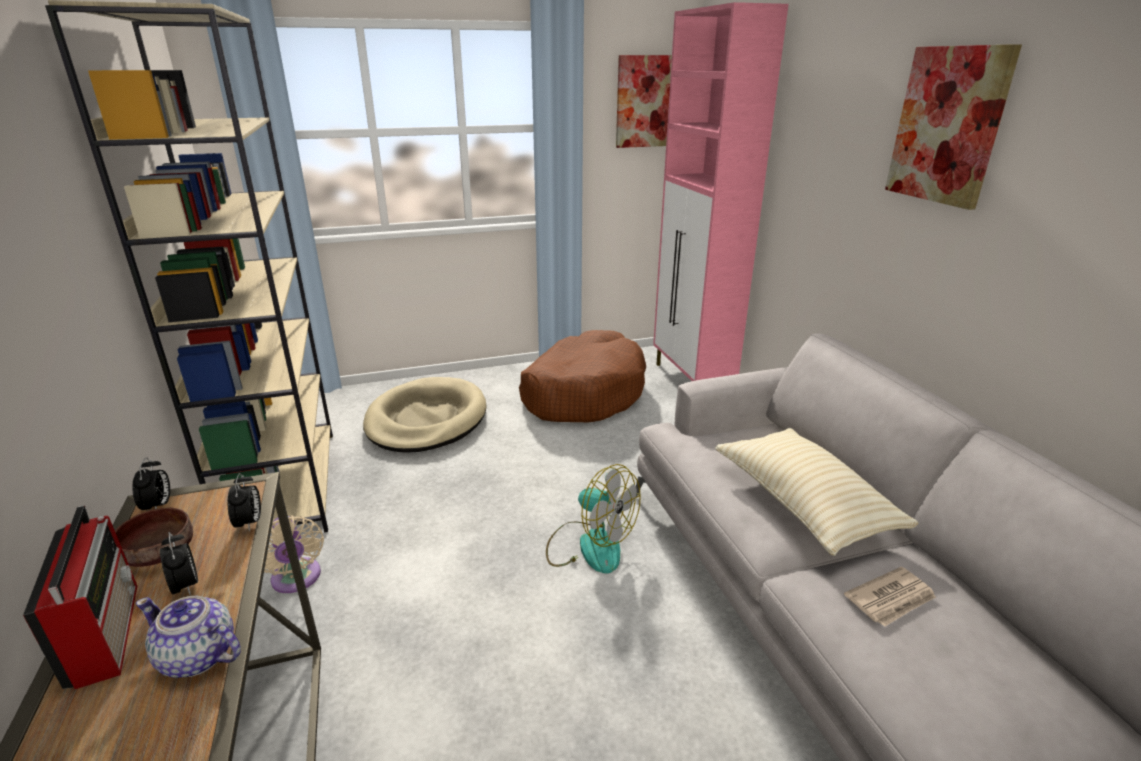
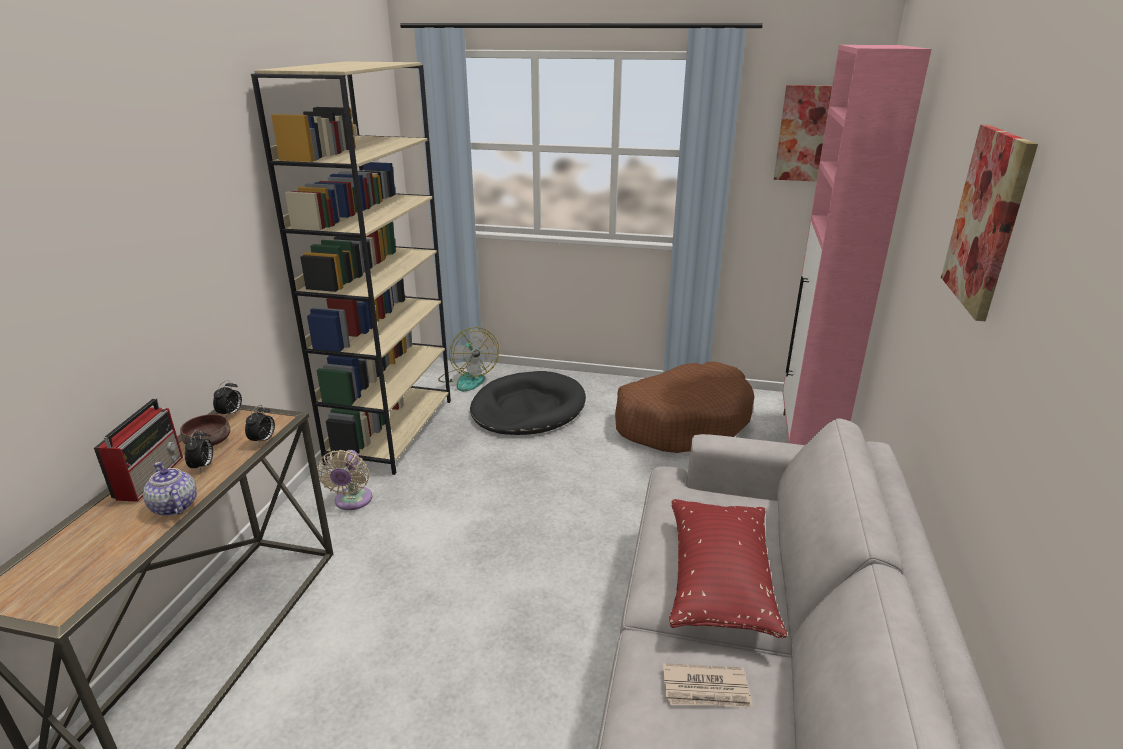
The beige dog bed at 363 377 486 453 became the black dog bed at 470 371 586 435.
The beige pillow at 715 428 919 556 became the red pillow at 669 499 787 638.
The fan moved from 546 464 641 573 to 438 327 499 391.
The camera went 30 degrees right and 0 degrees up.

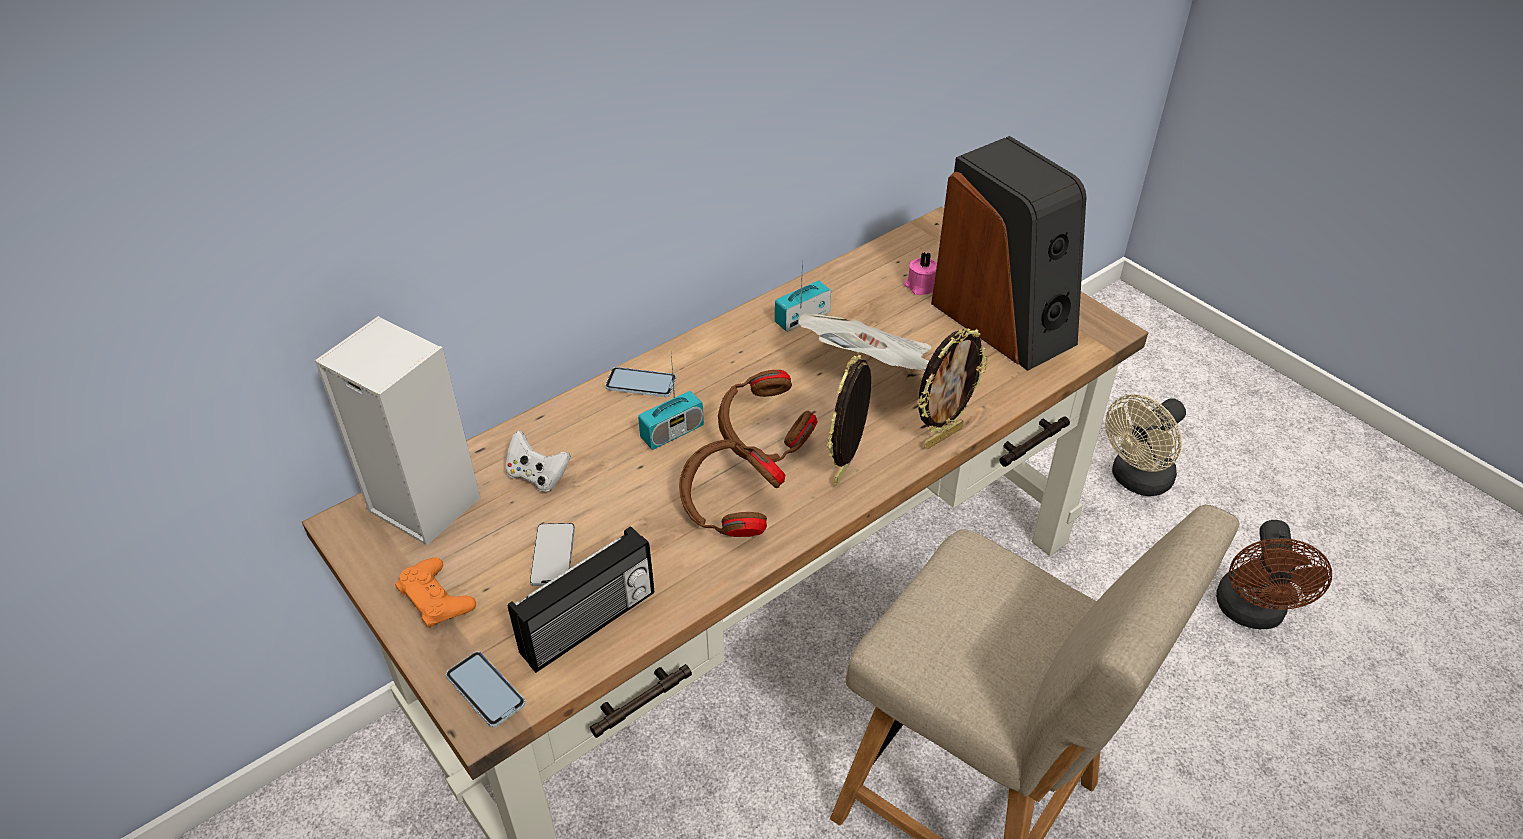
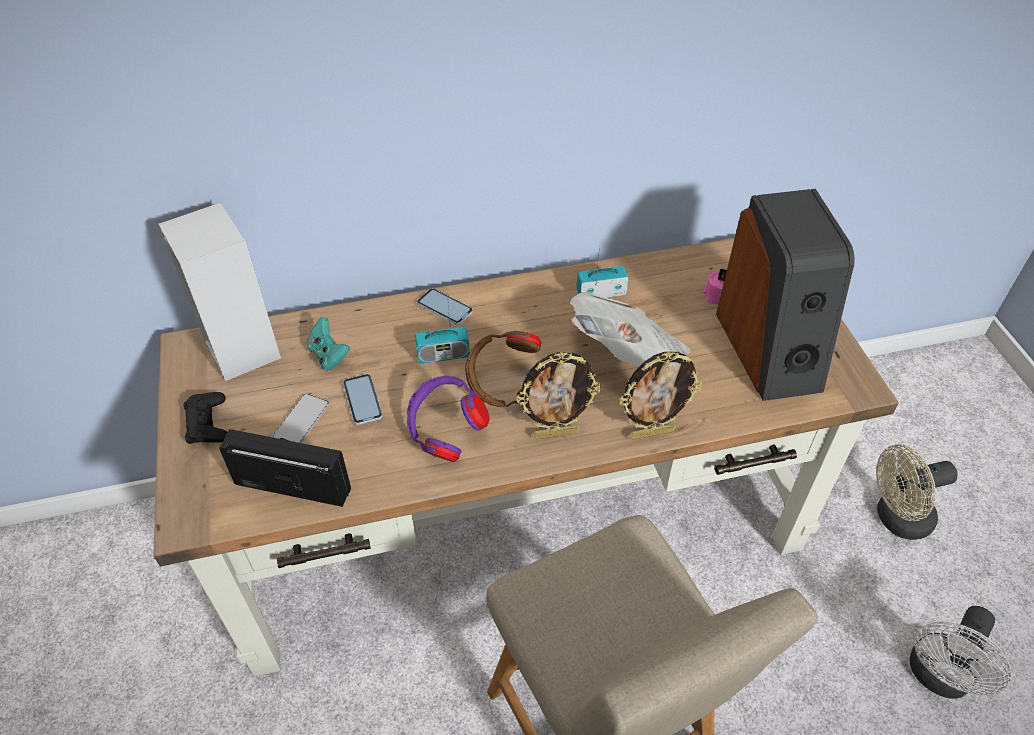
The picture frame at 827 355 871 486 turned 150 degrees counterclockwise.
The white game controller at 506 431 571 492 became the turquoise game controller at 307 317 350 370.
The brown headphones at 679 440 786 537 became the purple headphones at 407 376 490 462.
The brown fan at 1216 520 1332 629 became the white fan at 910 606 1011 699.
The radio at 508 526 654 673 turned 150 degrees counterclockwise.
The orange game controller at 395 557 476 628 became the black game controller at 184 392 227 444.
The phone moved from 446 651 525 727 to 343 374 383 425.
The camera went 25 degrees right and 5 degrees up.

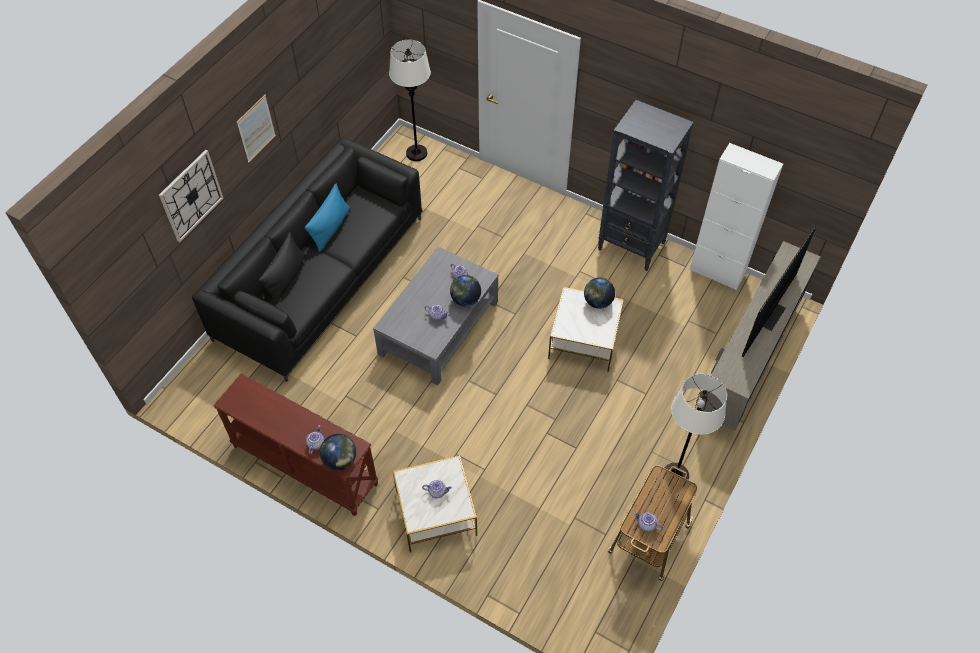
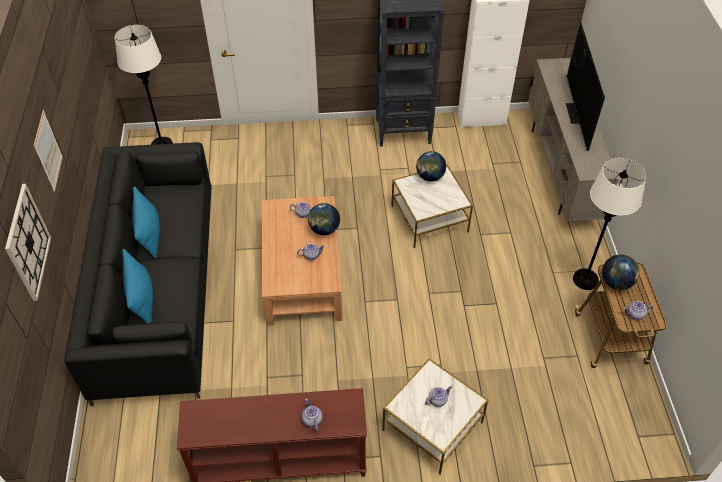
The black pillow at 259 232 306 304 became the blue pillow at 122 249 153 323.
The grey coffee table at 373 247 498 385 became the brown coffee table at 262 196 342 326.
The globe moved from 320 434 356 470 to 602 255 639 290.
The camera went 35 degrees left and 5 degrees down.

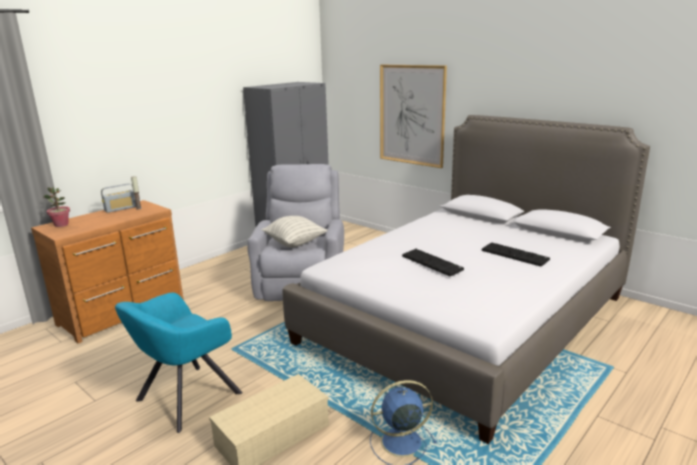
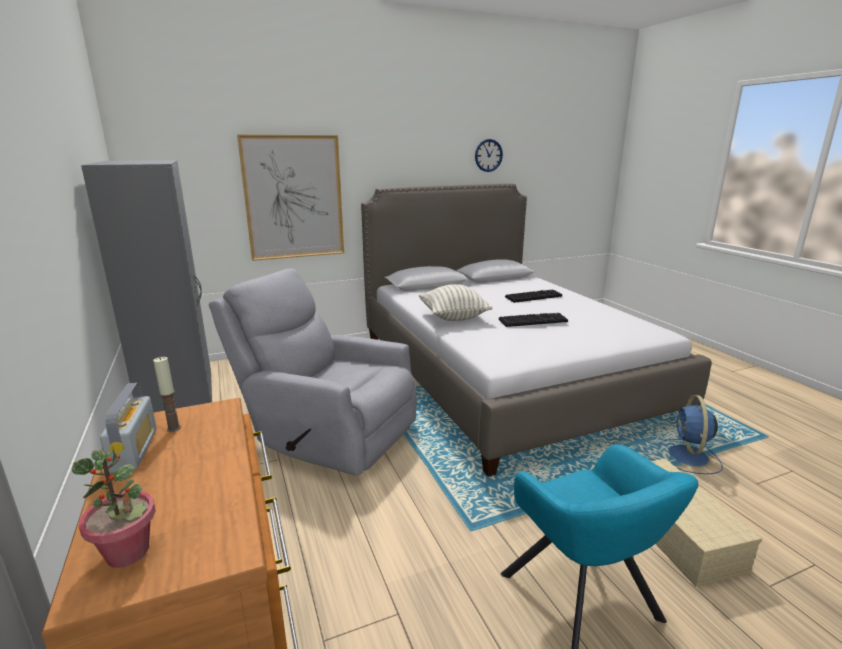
The pillow moved from 261 216 328 247 to 419 284 492 321.
The wall clock at 475 139 503 172 appeared.
The camera went 65 degrees left and 0 degrees up.

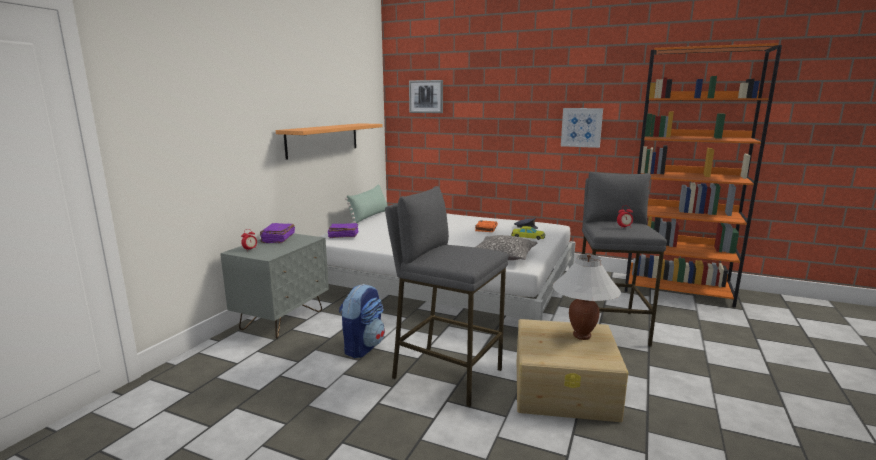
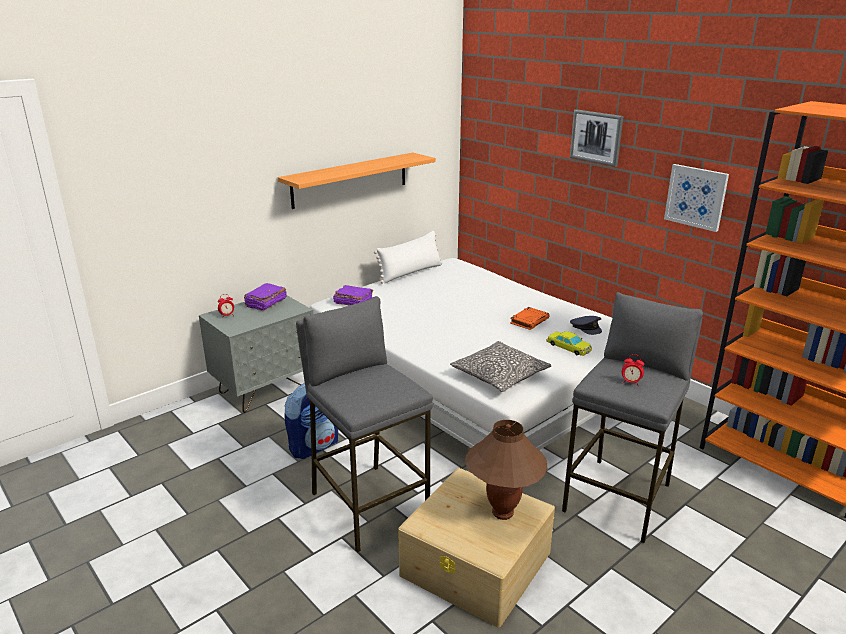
The picture moved from 409 80 443 113 to 570 109 623 167.
The green pillow at 345 184 388 223 became the white pillow at 374 231 442 283.
The white table lamp at 553 254 621 340 became the brown table lamp at 465 420 548 520.
The camera went 25 degrees right and 10 degrees up.

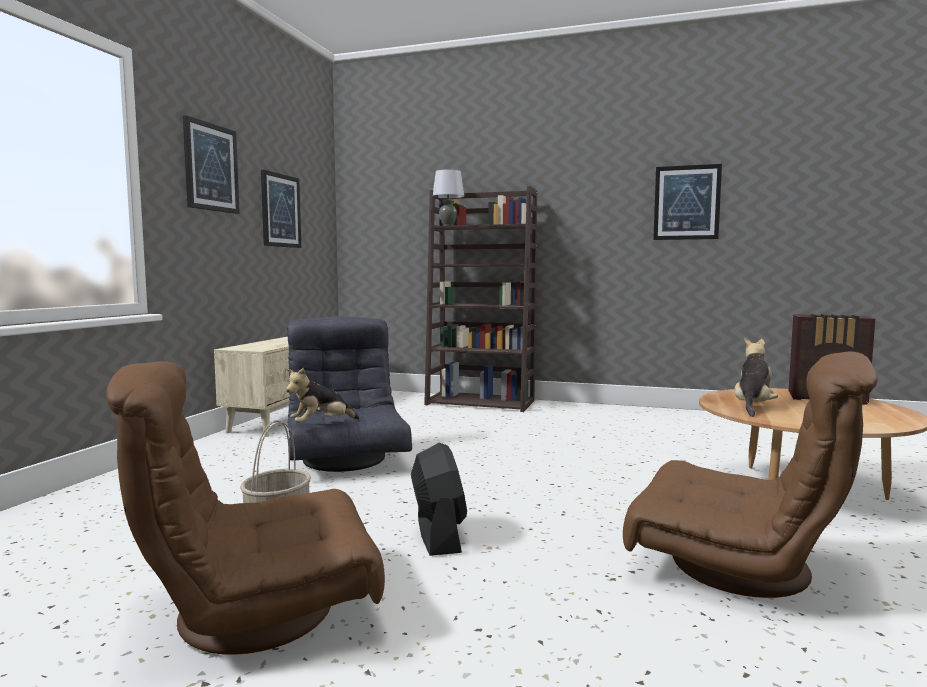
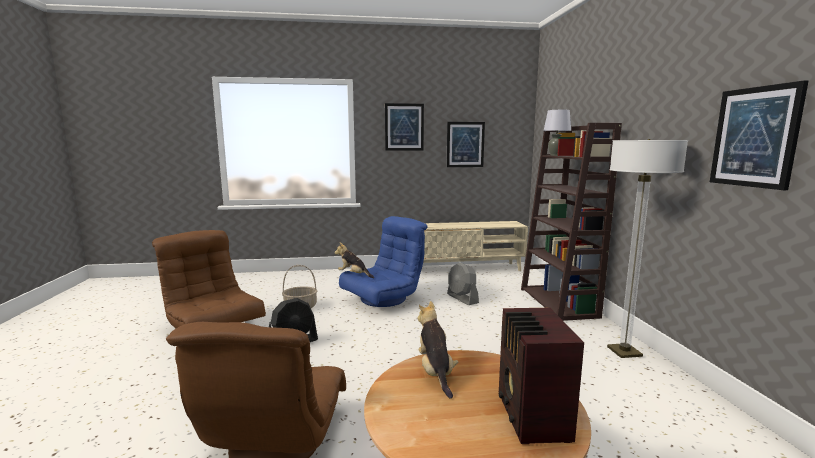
The grey armchair at 286 316 412 472 became the blue armchair at 339 216 428 307.
The plush toy at 735 337 778 417 turned 105 degrees counterclockwise.
The floor lamp at 607 139 688 358 appeared.
The grey fan at 447 262 479 305 appeared.
The camera went 65 degrees right and 5 degrees up.

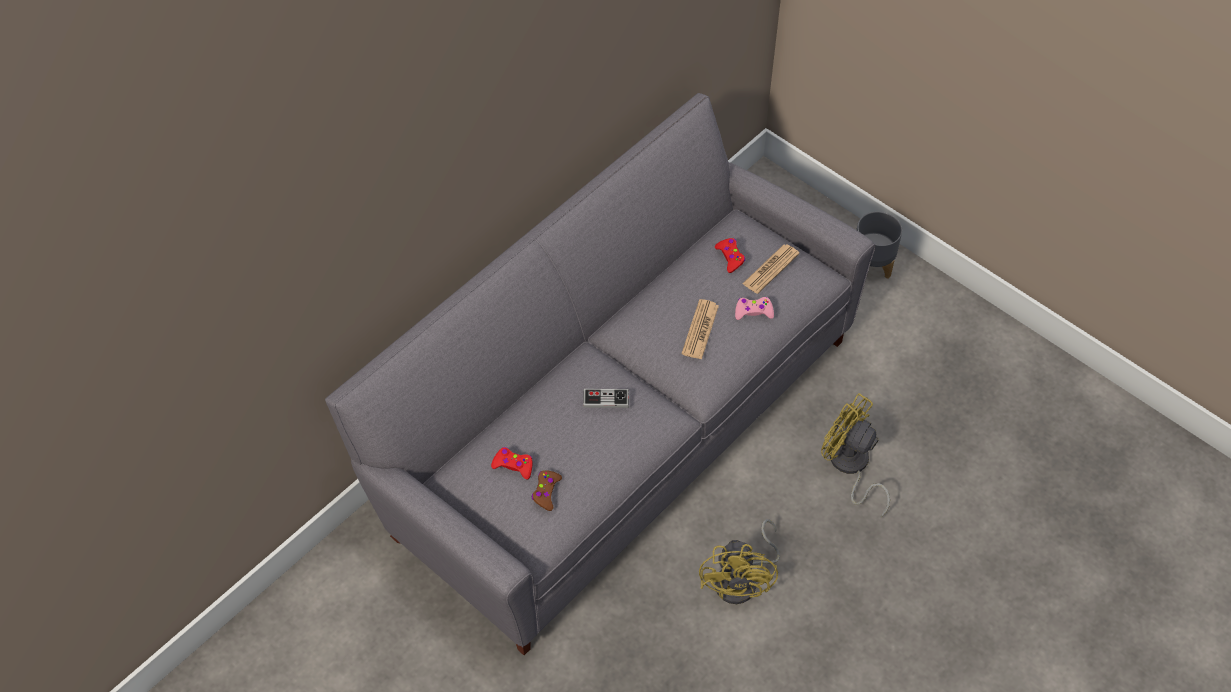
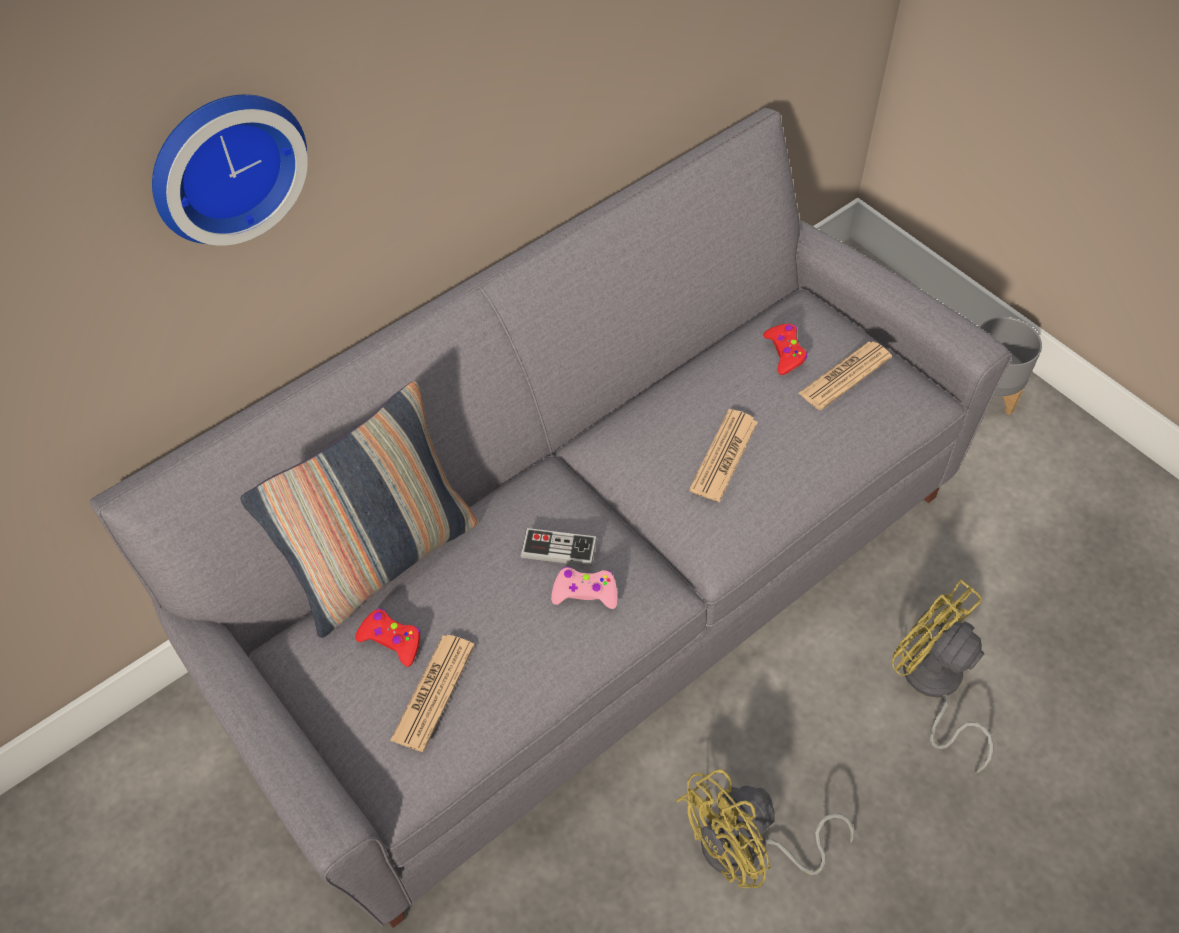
The pink game controller moved from 735 297 774 320 to 551 567 617 609.
The brown game controller at 532 470 562 511 was replaced by the newspaper at 390 635 475 752.
The yellow fan at 699 519 780 604 turned 45 degrees clockwise.
The wall clock at 152 94 308 246 appeared.
The pillow at 240 381 477 638 appeared.
The camera went 10 degrees right and 0 degrees up.

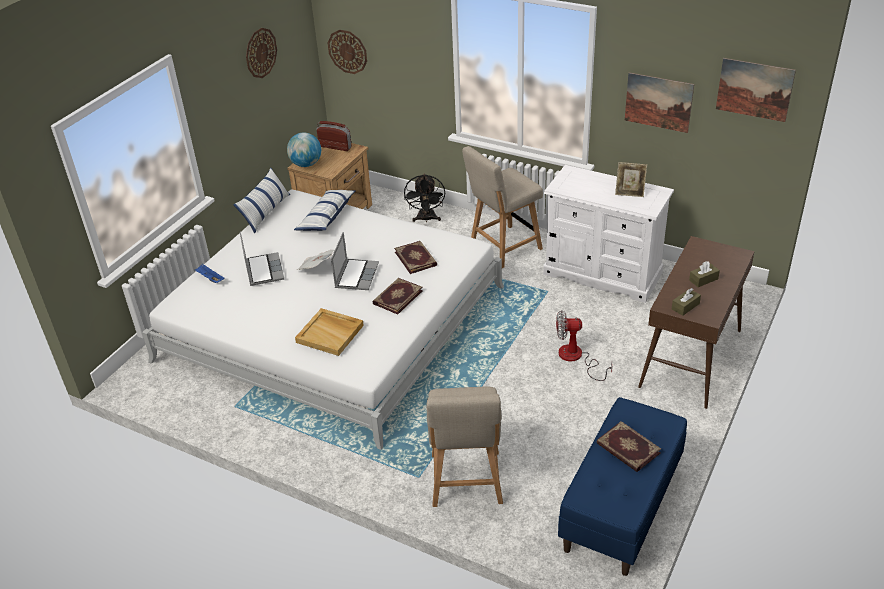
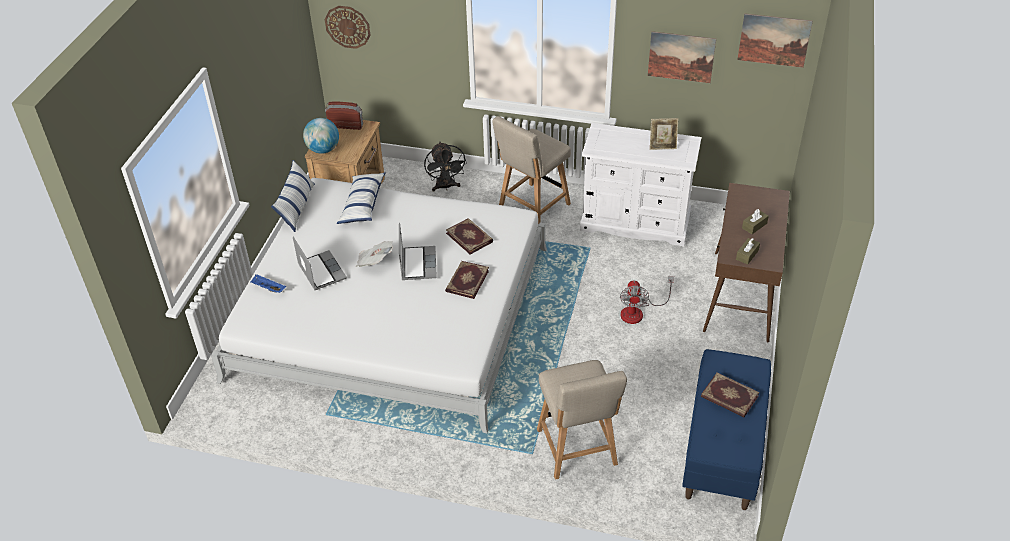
The wall clock at 246 28 277 78 disappeared.
The beige tray at 295 308 364 356 disappeared.
The fan at 556 310 612 381 turned 75 degrees counterclockwise.
The camera went 15 degrees left and 5 degrees up.

